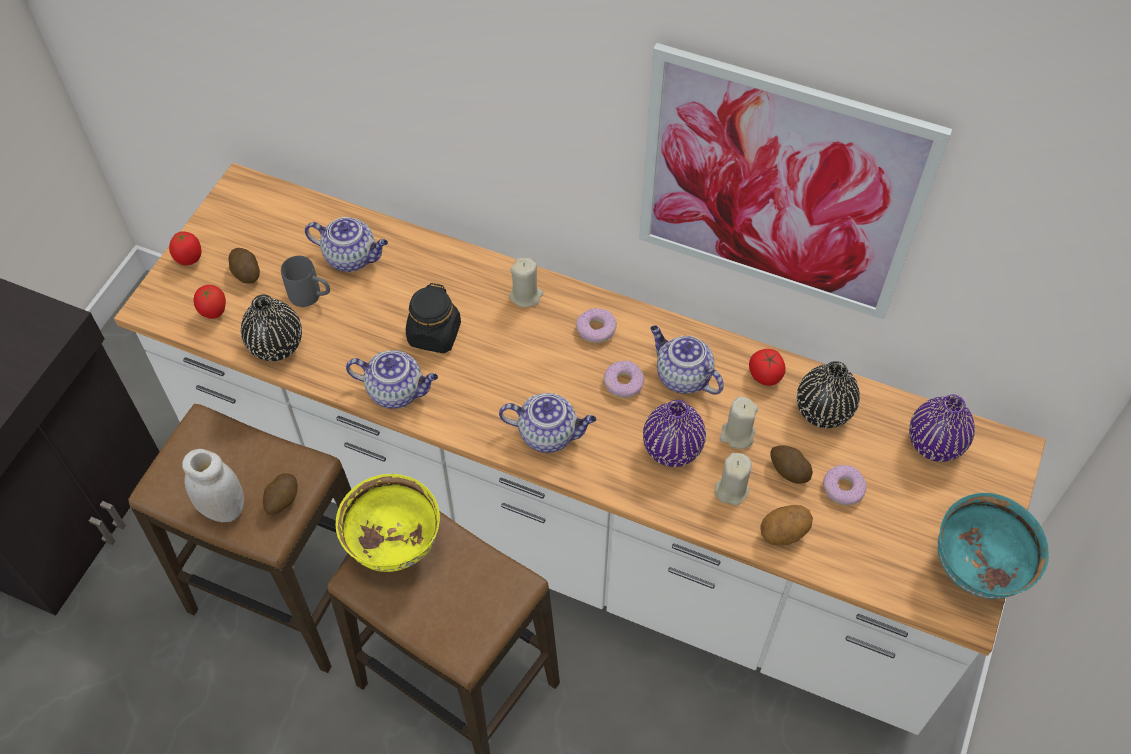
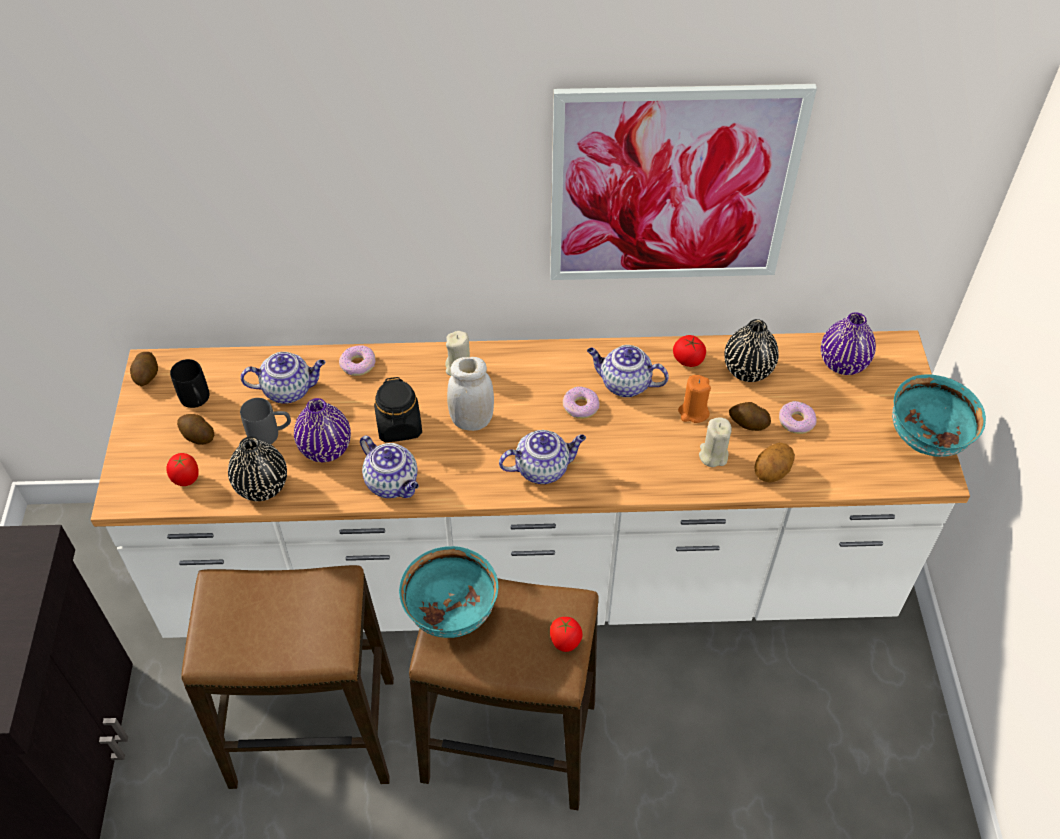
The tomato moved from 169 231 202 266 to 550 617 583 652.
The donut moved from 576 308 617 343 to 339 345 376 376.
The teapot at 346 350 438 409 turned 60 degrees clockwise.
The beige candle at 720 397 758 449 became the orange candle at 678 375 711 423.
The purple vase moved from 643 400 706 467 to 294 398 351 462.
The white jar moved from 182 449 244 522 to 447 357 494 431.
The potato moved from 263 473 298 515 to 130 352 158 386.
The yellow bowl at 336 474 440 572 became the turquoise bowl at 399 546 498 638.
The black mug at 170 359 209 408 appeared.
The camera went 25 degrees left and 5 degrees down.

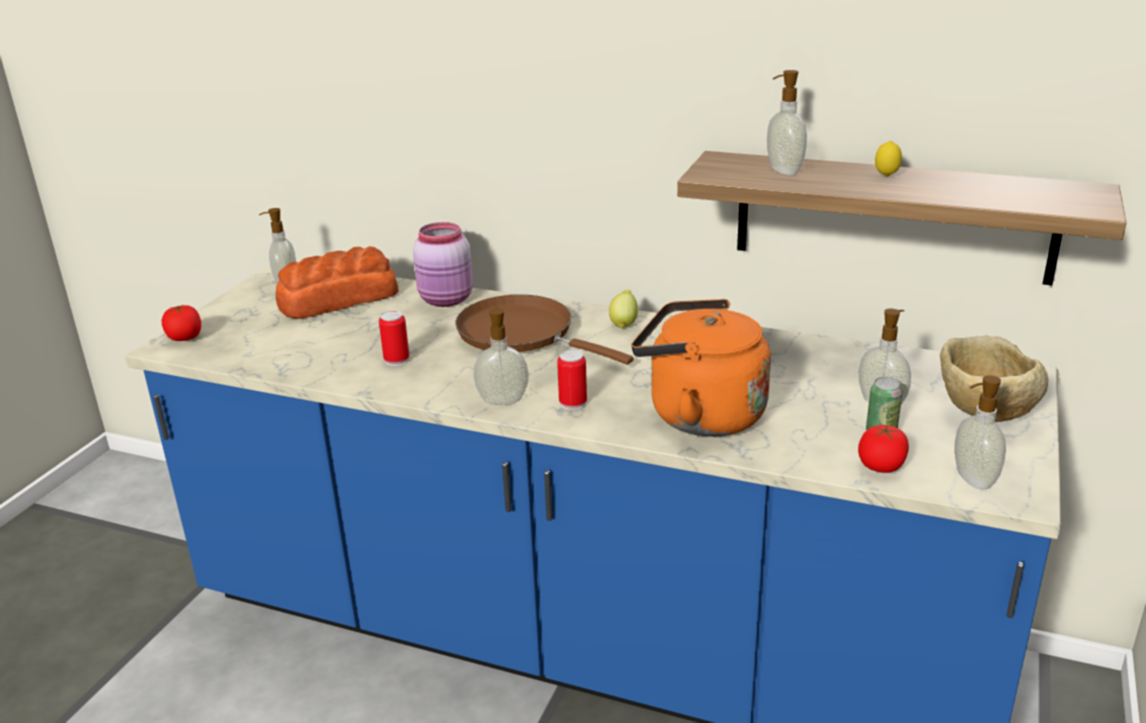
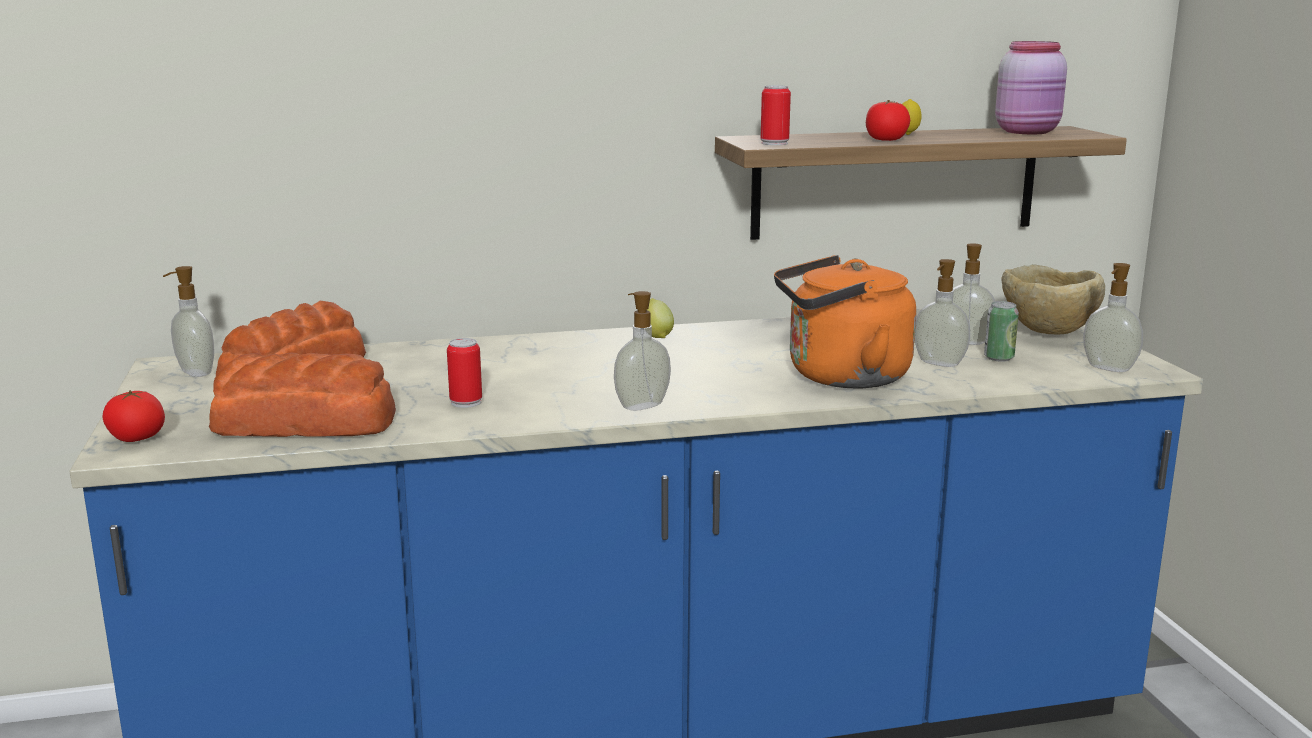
The soap dispenser moved from 767 70 807 175 to 915 259 970 367.
The pink jar moved from 413 222 473 307 to 995 41 1067 134.
The brown frying pan at 455 295 633 365 disappeared.
The can moved from 557 350 587 410 to 761 85 791 145.
The tomato moved from 858 425 909 473 to 866 100 910 141.
The bread at 209 352 396 437 appeared.
The camera went 35 degrees left and 10 degrees down.

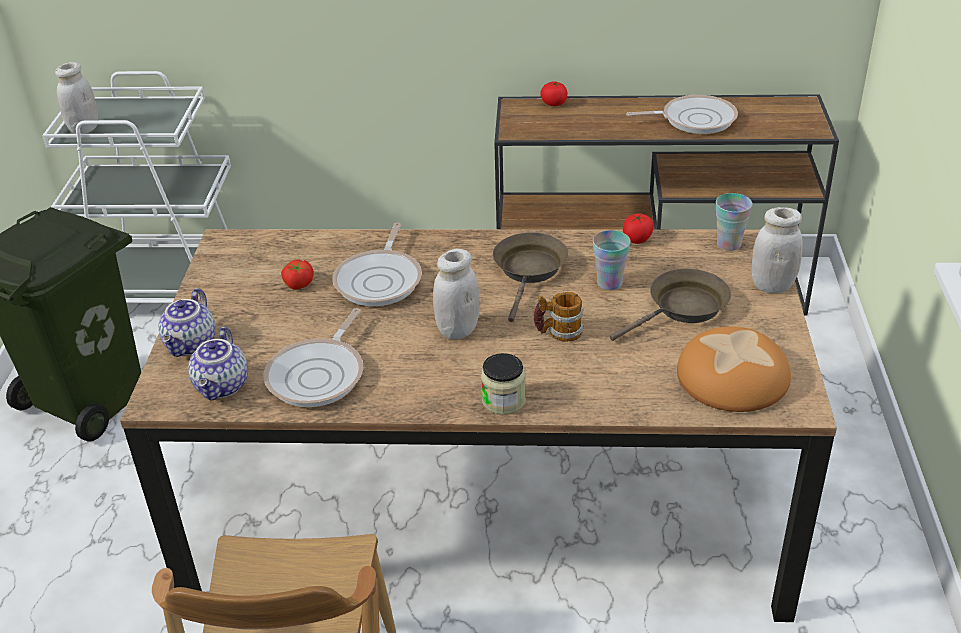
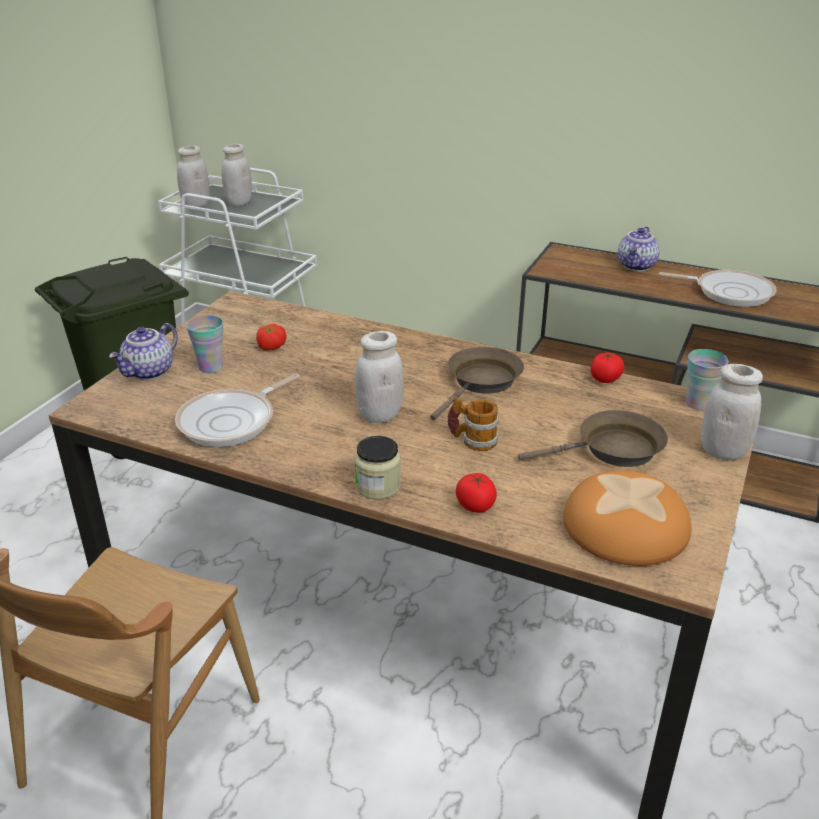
The tomato moved from 540 81 568 106 to 456 473 497 513.
The frying pan at 332 223 422 306 disappeared.
The cup moved from 593 230 631 290 to 186 315 223 373.
The teapot moved from 188 327 248 401 to 618 227 660 271.
The white jar at 222 144 252 206 appeared.
The camera went 20 degrees right and 5 degrees down.

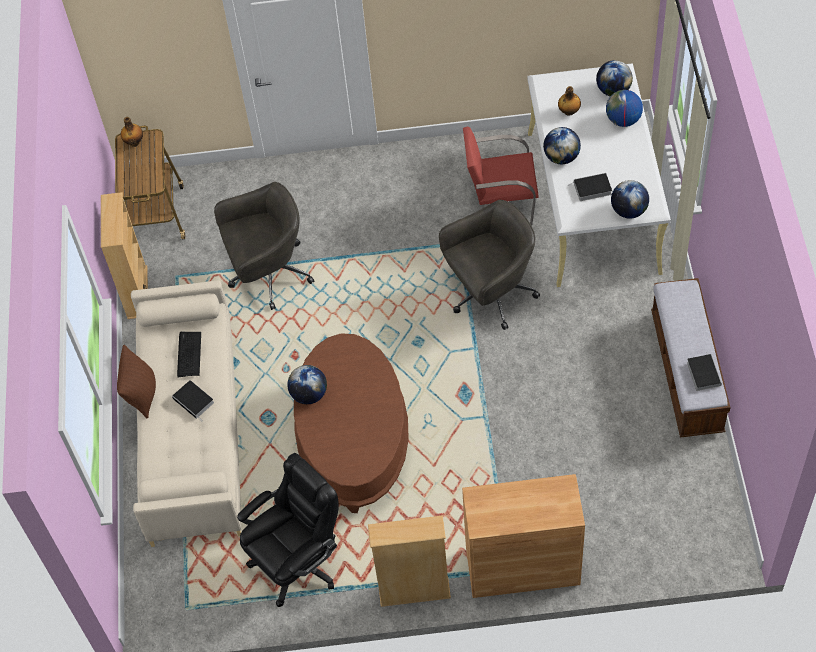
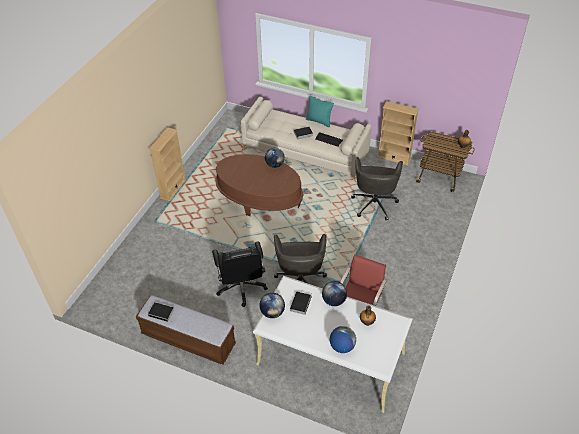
The globe at 596 60 633 96 disappeared.
The brown pillow at 117 345 156 418 became the turquoise pillow at 306 96 334 127.
The black office chair moved from 237 453 339 607 to 212 242 268 307.
The brown cabinet at 462 474 585 598 disappeared.
The camera went 115 degrees right and 10 degrees down.

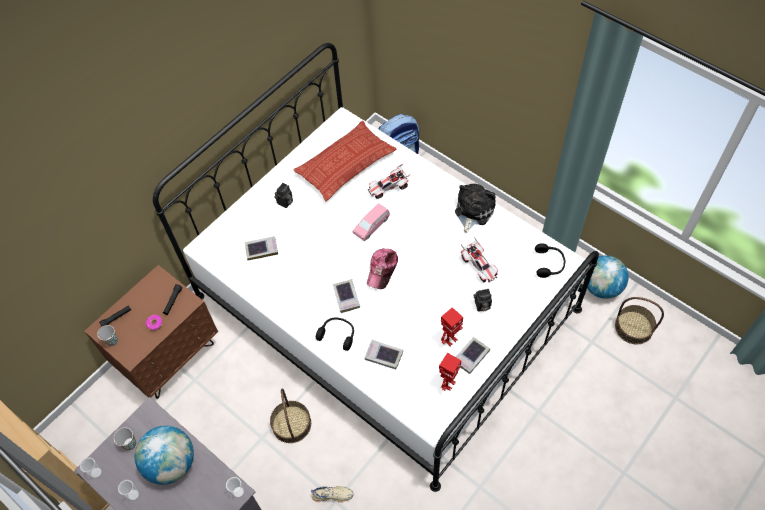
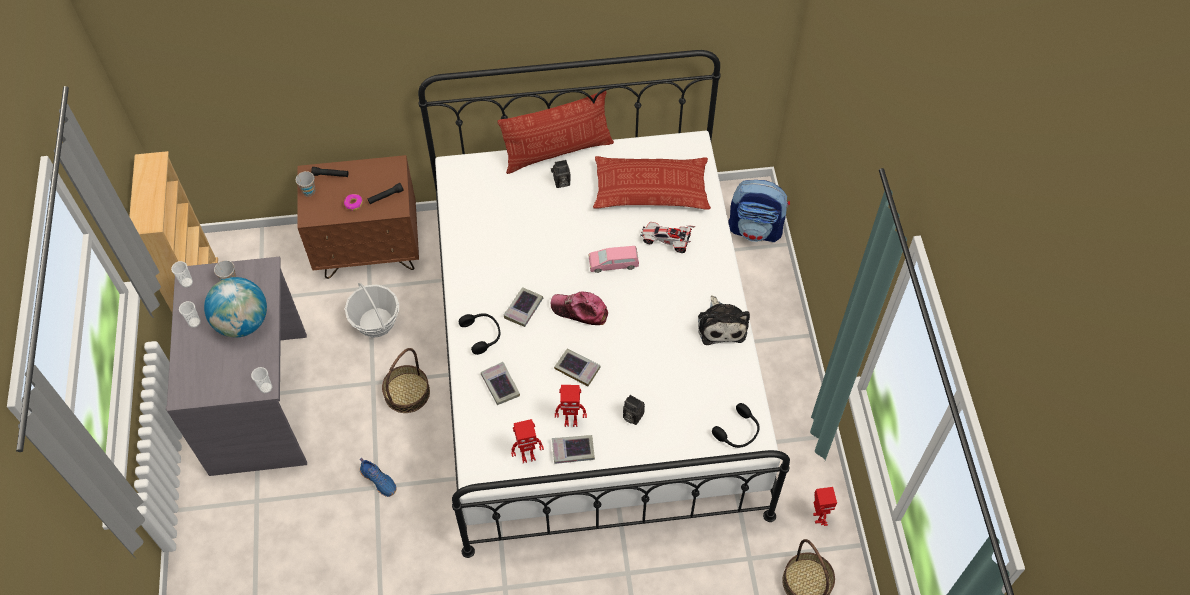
The plush toy at 455 183 496 233 turned 105 degrees clockwise.
The book moved from 245 236 278 260 to 554 348 601 386.
The toy car at 461 237 499 282 disappeared.
The cap at 367 248 398 289 turned 45 degrees clockwise.
The globe at 584 256 628 299 was replaced by the toy robot at 813 487 837 526.
The beige shoe at 311 486 353 503 became the blue shoe at 360 458 396 497.
The pillow at 498 91 614 174 appeared.
The basket at 345 283 399 337 appeared.
The camera went 40 degrees right and 0 degrees up.

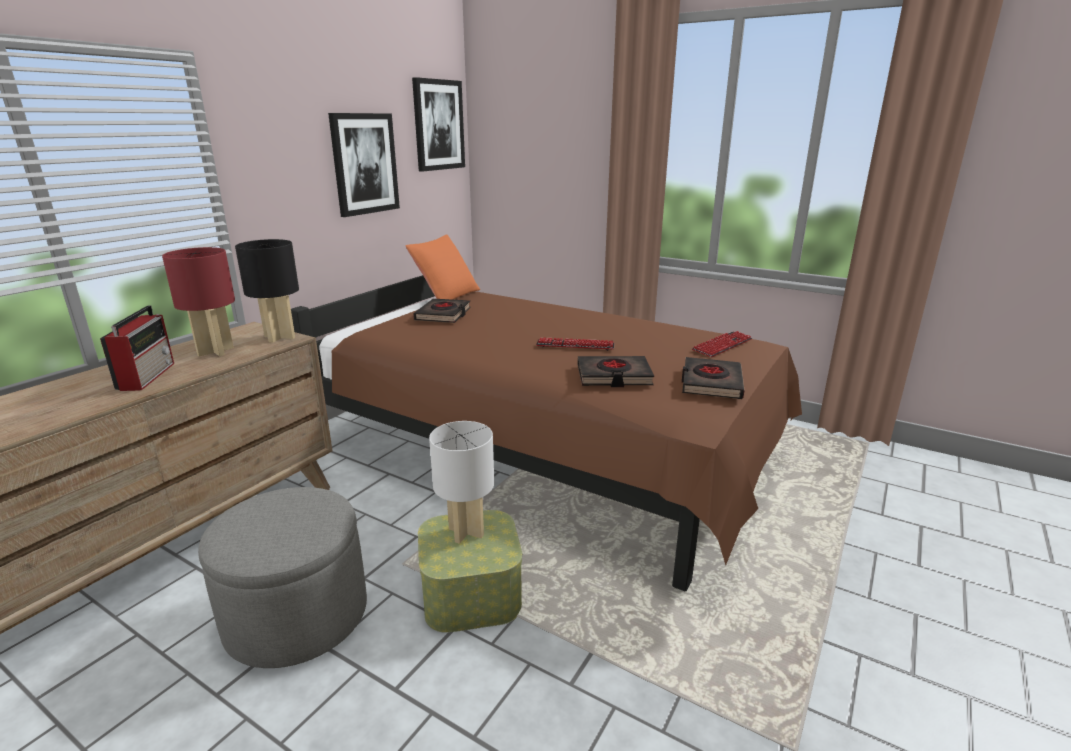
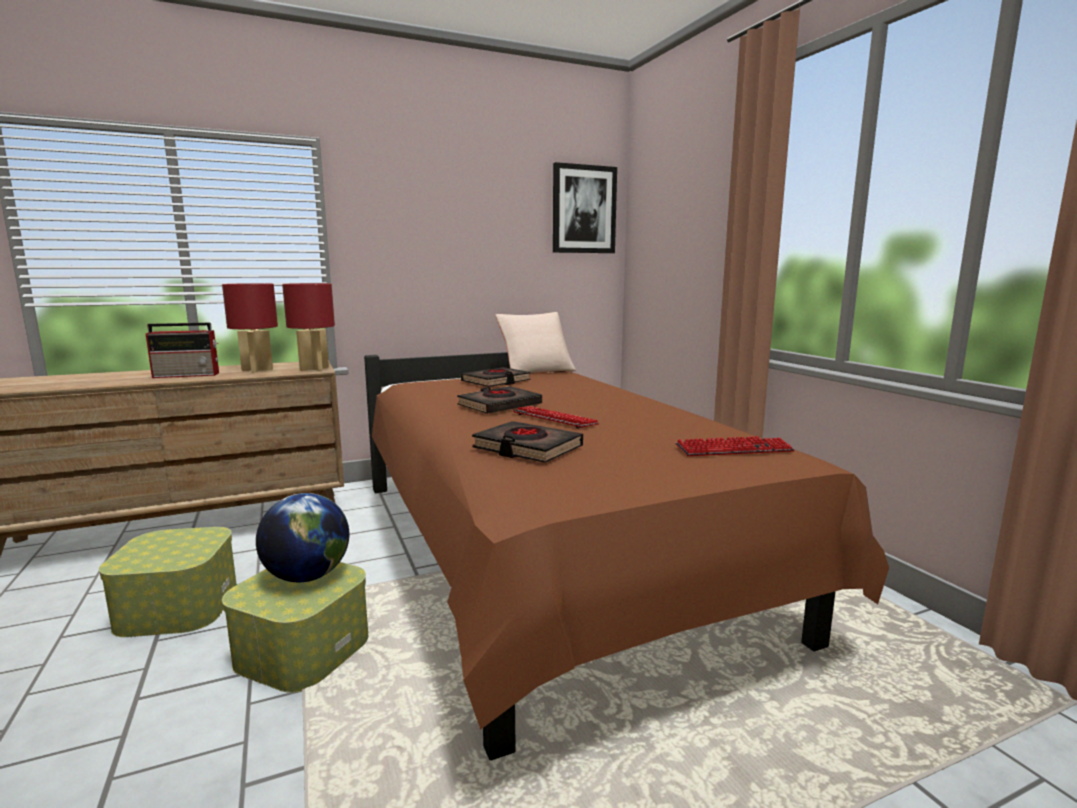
The picture at 328 113 400 217 disappeared.
The orange pillow at 406 234 480 300 became the beige pillow at 496 312 576 374.
The black table lamp at 235 239 299 343 became the red table lamp at 282 283 335 371.
The radio at 100 306 174 391 turned 45 degrees clockwise.
The black book moved from 682 357 745 399 to 457 386 542 414.
The white table lamp at 429 421 494 544 was replaced by the globe at 256 493 349 582.
The grey ottoman at 198 487 367 668 was replaced by the storage box at 99 527 237 637.
The camera went 35 degrees right and 10 degrees down.

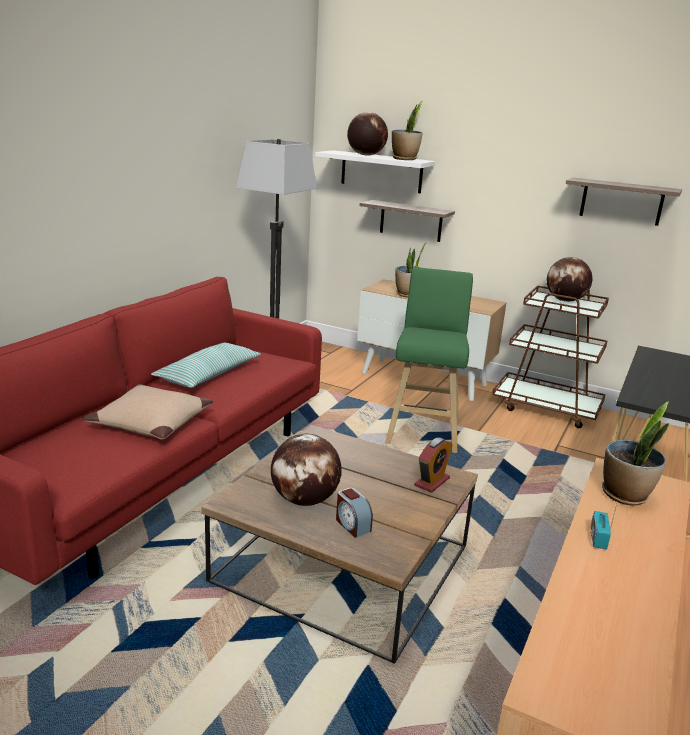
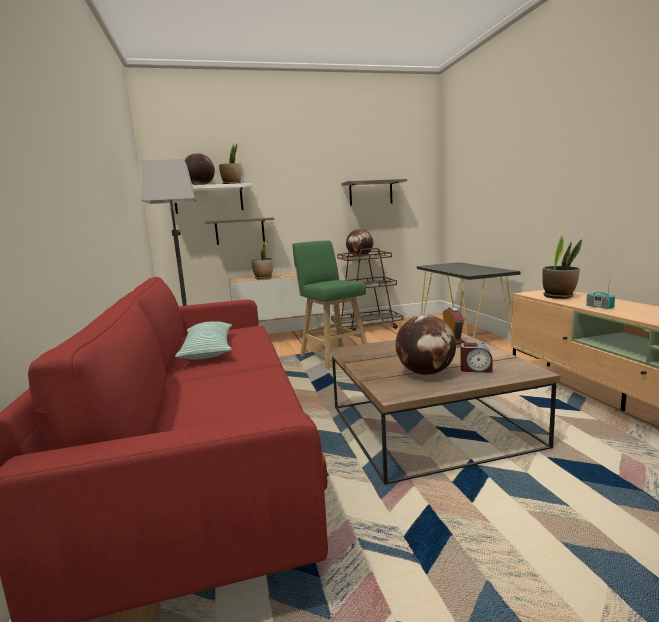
The beige pillow at 82 384 213 440 disappeared.
The camera went 40 degrees left and 10 degrees down.

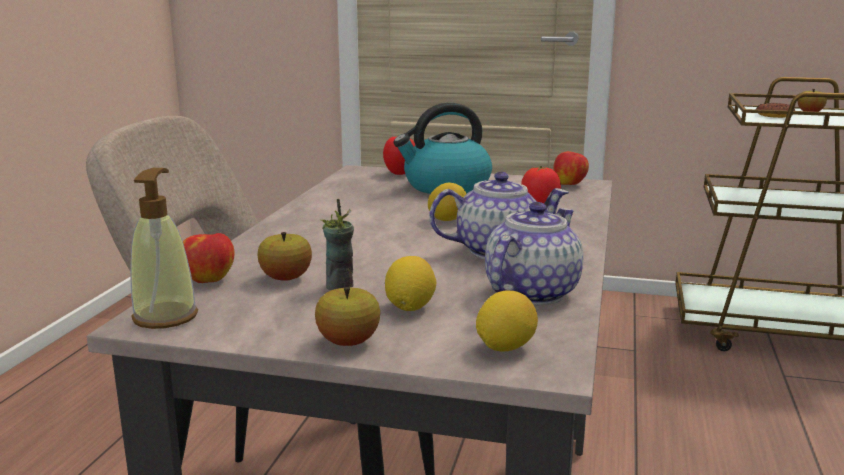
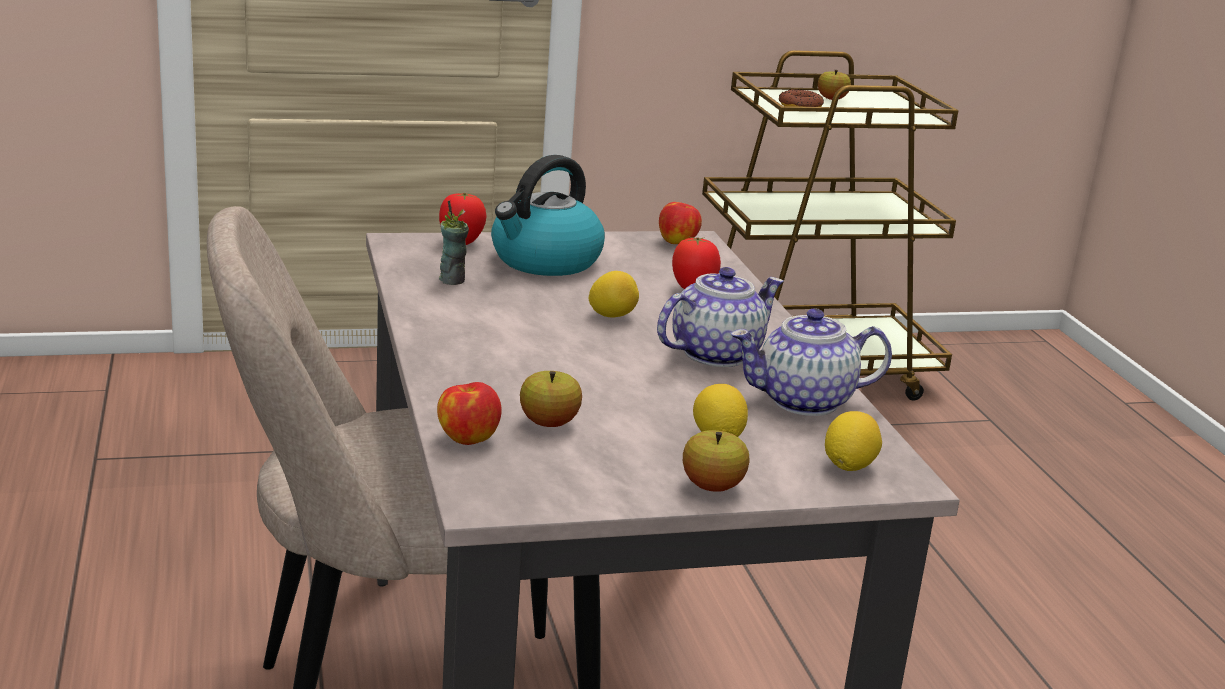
The soap dispenser at 130 168 198 329 disappeared.
The cup moved from 321 199 354 290 to 439 200 469 285.
The teapot at 485 202 583 305 turned 105 degrees counterclockwise.
The camera went 30 degrees left and 5 degrees up.

